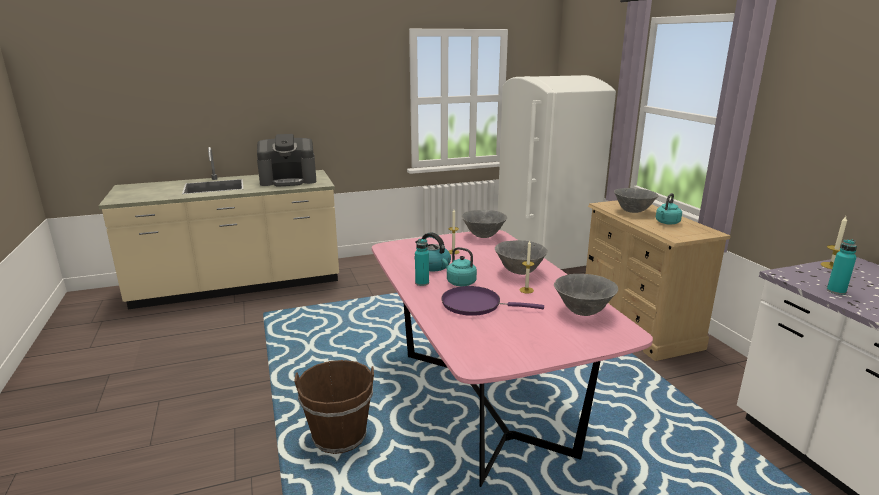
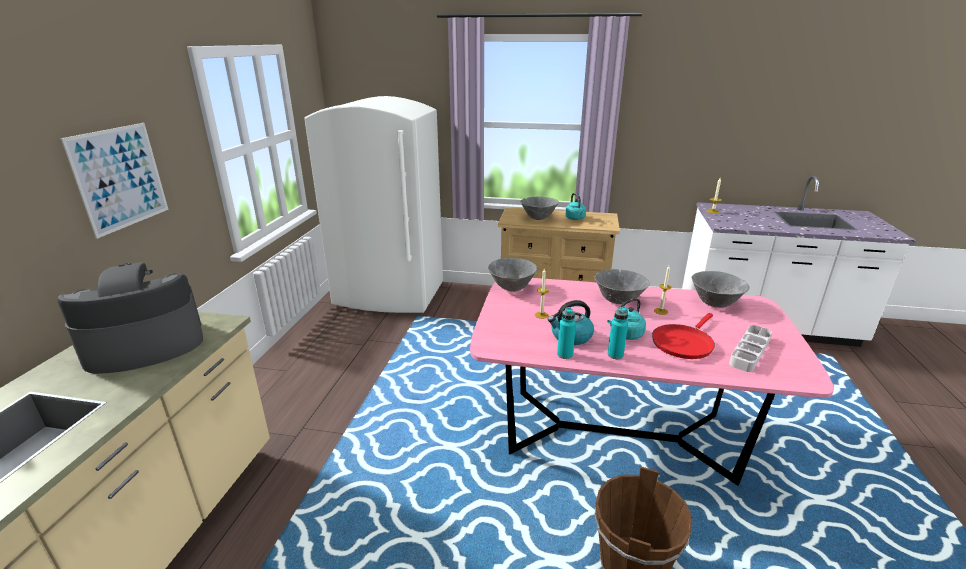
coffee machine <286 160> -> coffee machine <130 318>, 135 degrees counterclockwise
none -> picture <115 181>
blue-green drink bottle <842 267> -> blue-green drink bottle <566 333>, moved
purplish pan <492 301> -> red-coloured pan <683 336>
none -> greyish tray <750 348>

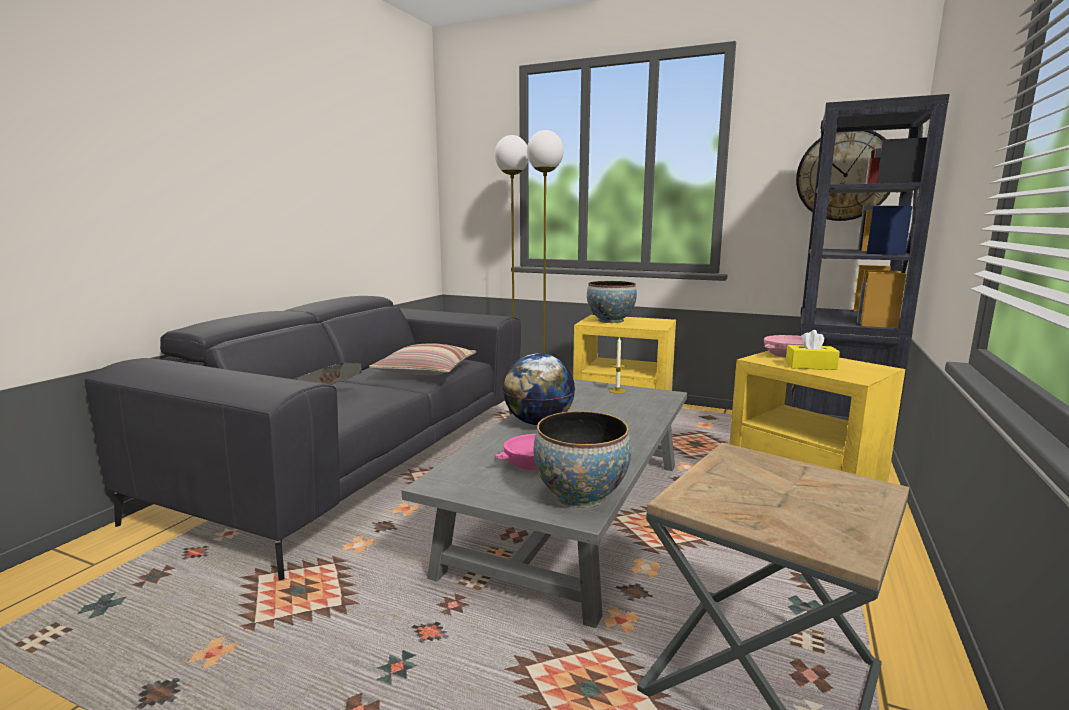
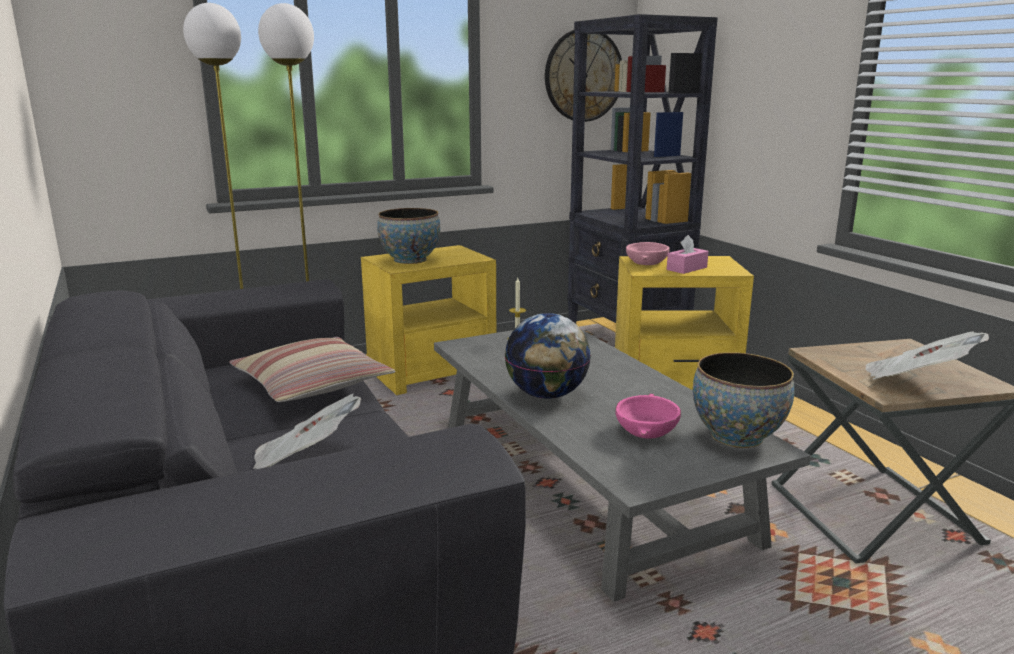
yellow-coloured tissue holder <812 350> -> pink-coloured tissue holder <688 254>
none -> daily paper <927 355>

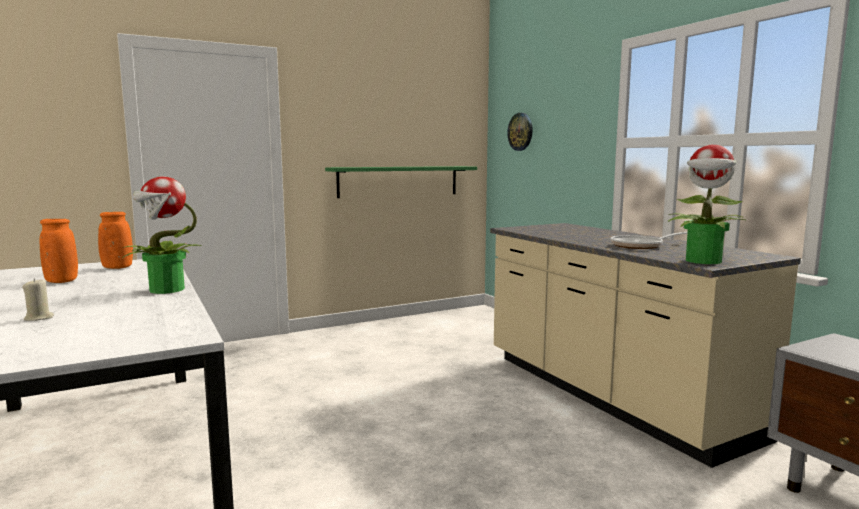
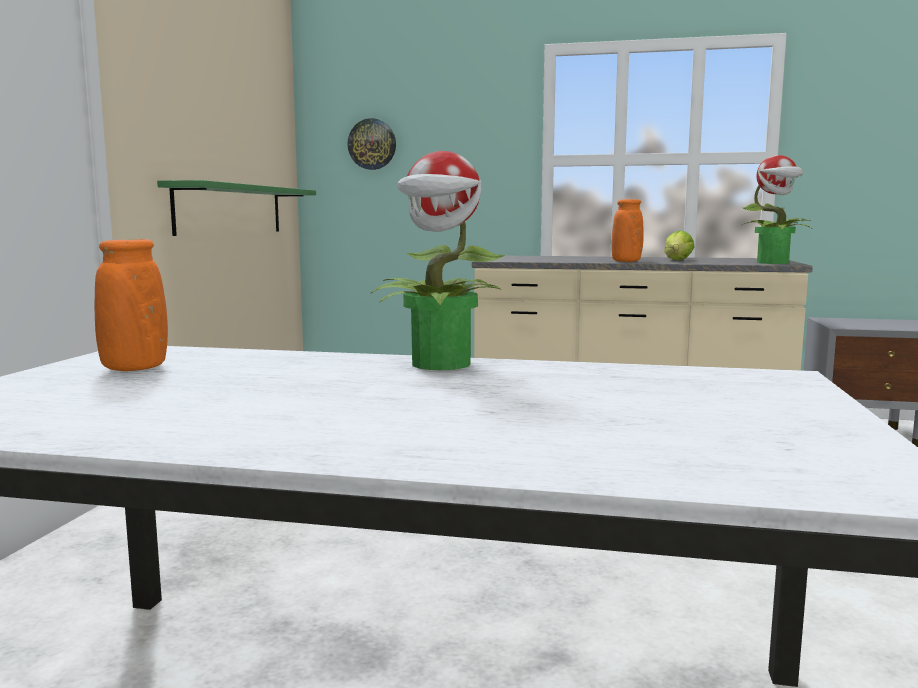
orange decorative vase <59 251> -> orange decorative vase <627 230>, moved
pan <649 240> -> lettuce <679 245>
beige-coloured candle <38 299> -> none

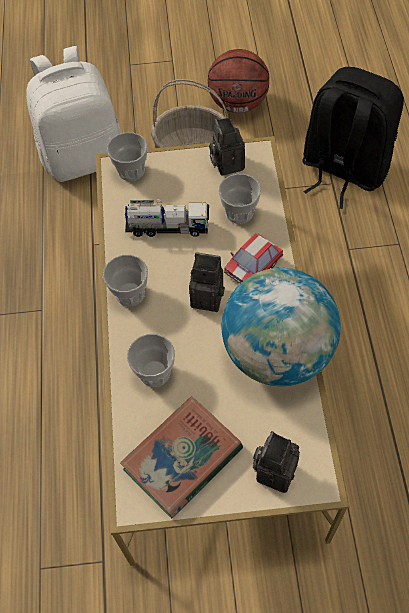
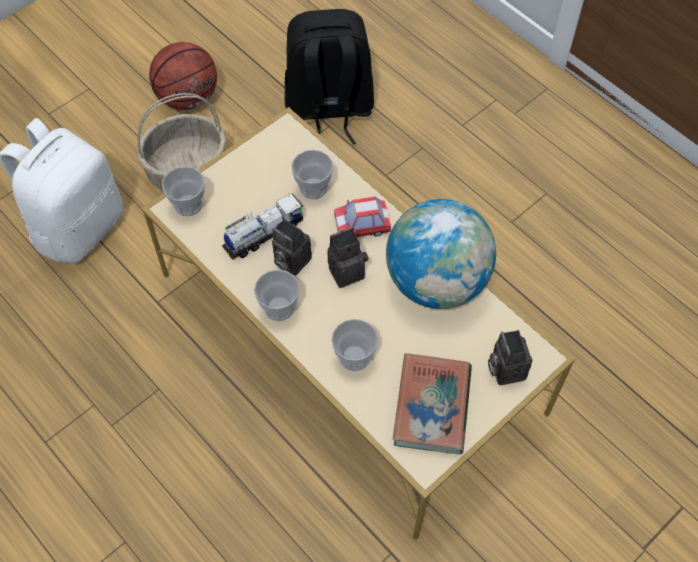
still camera <227 146> -> still camera <292 247>, moved
model car <253 258> -> model car <362 217>, 75 degrees clockwise

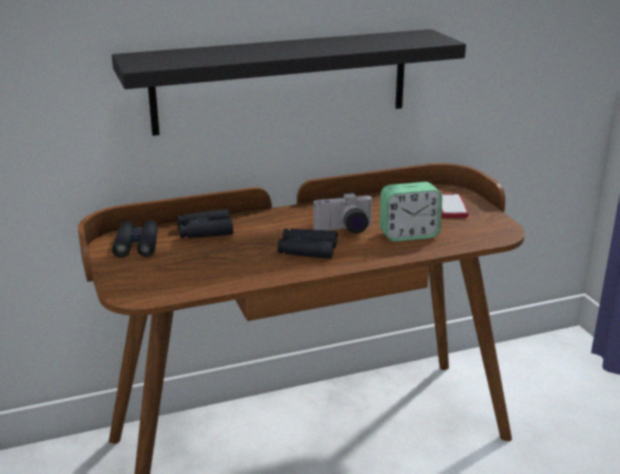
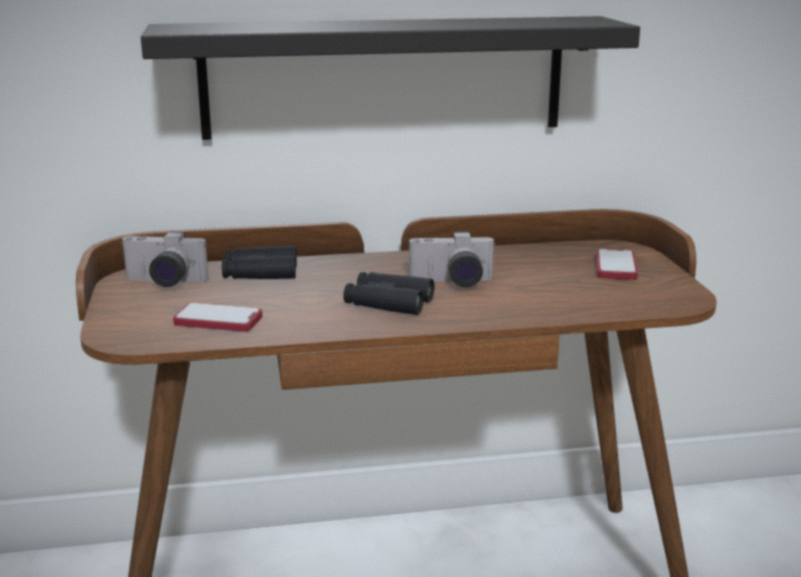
blackish field glasses <135 239> -> still camera <164 259>
none -> telephone <217 317>
alarm clock <411 212> -> none

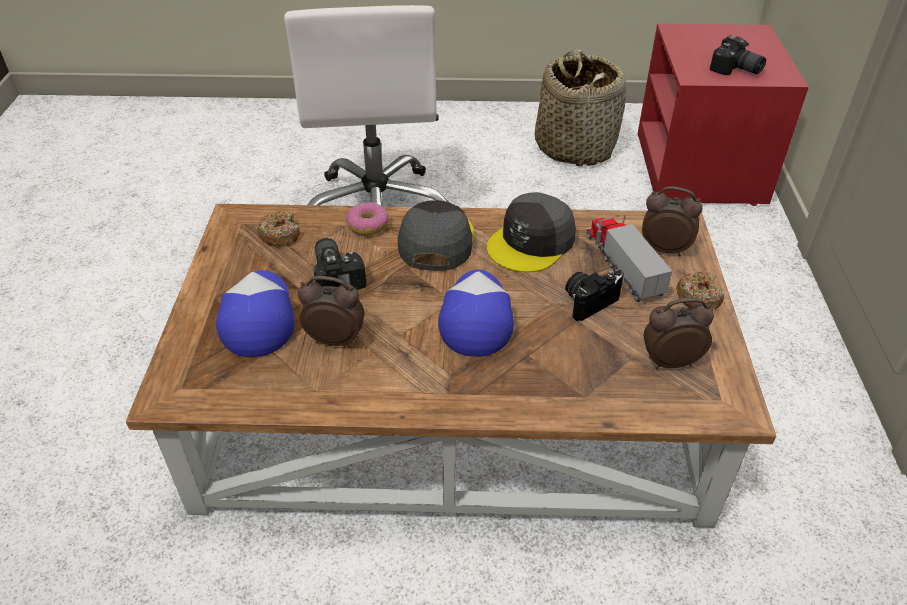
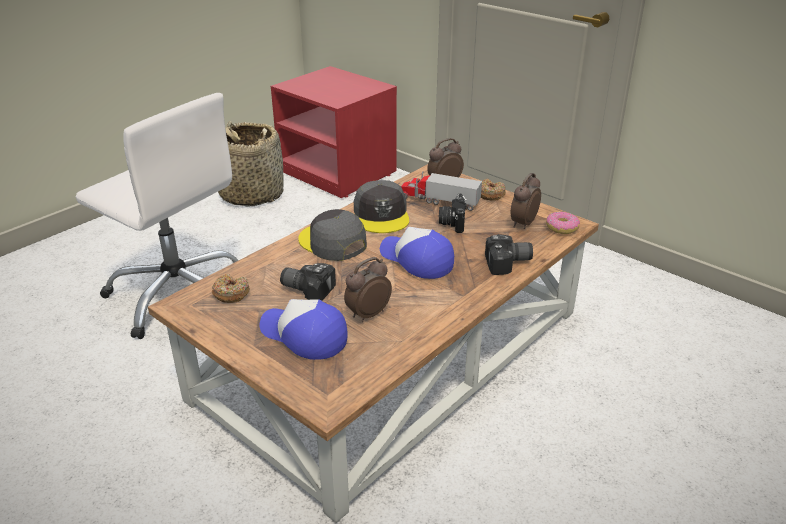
still camera <738 55> -> still camera <509 254>, moved
donut <367 218> -> donut <563 223>, moved

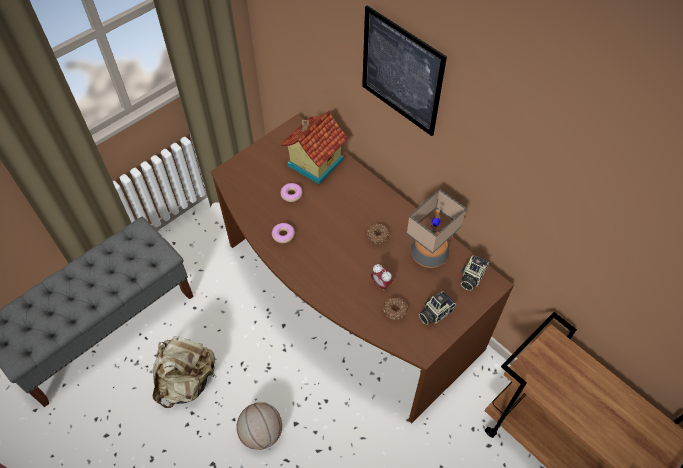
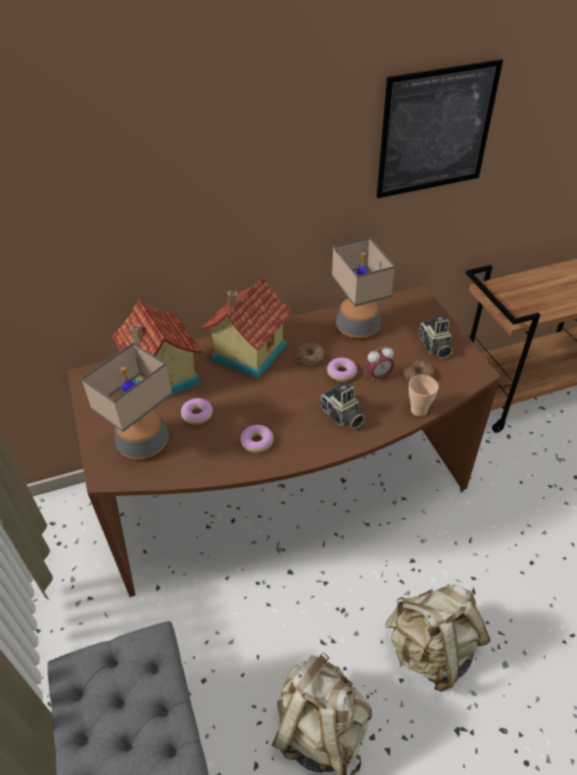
none -> tabletop lamp <126 401>
none -> miniature house <247 328>
still camera <475 273> -> still camera <342 405>, moved
none -> donut <342 370>
picture <404 70> -> picture <439 128>, moved
basketball <259 426> -> beige-coloured knapsack <437 638>
none -> small cup <424 395>

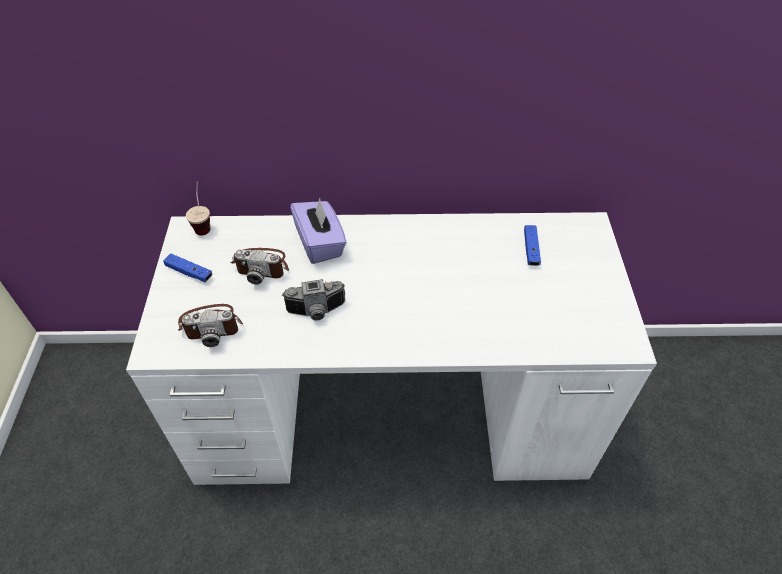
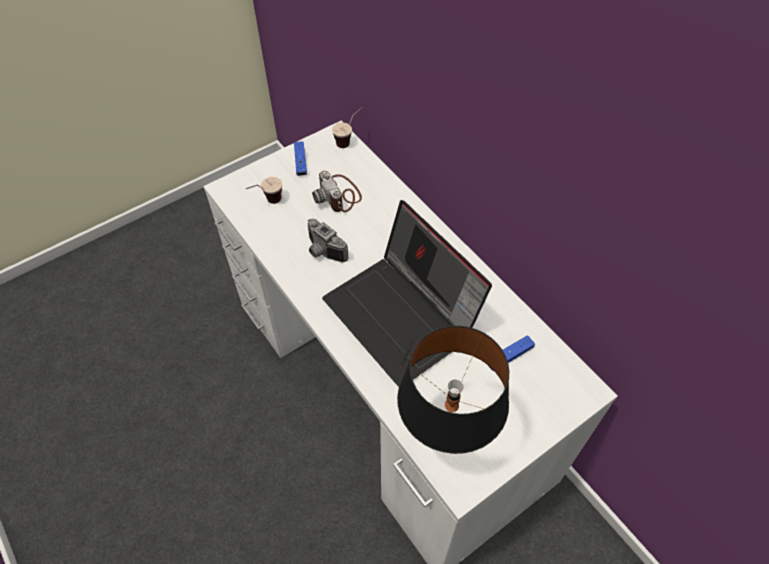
still camera <210 325> -> small cup <264 190>
none -> laptop <407 293>
none -> blackish tabletop lamp <453 390>
purplish tissue holder <318 231> -> none

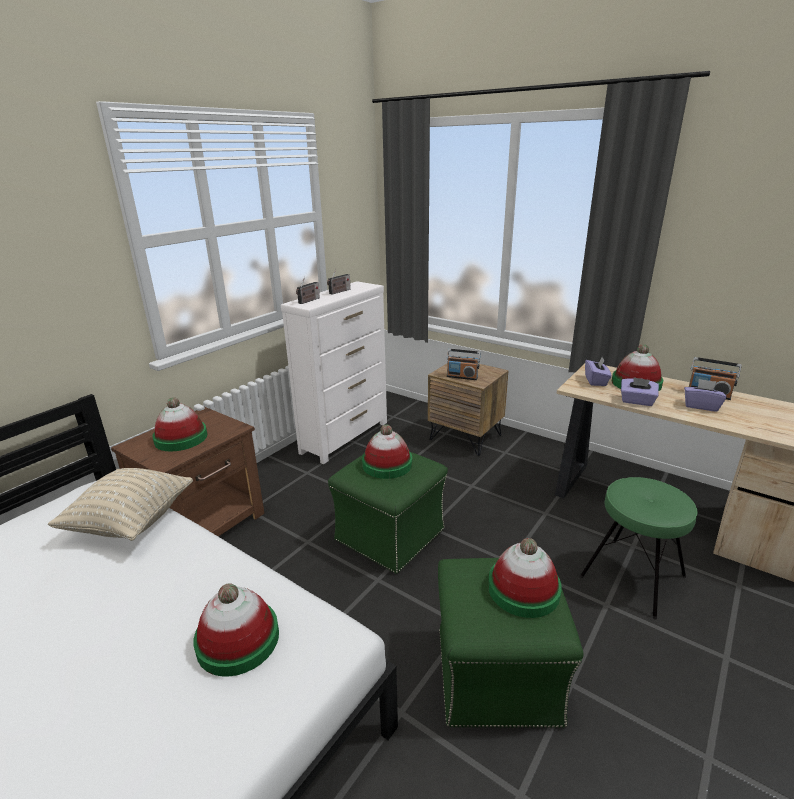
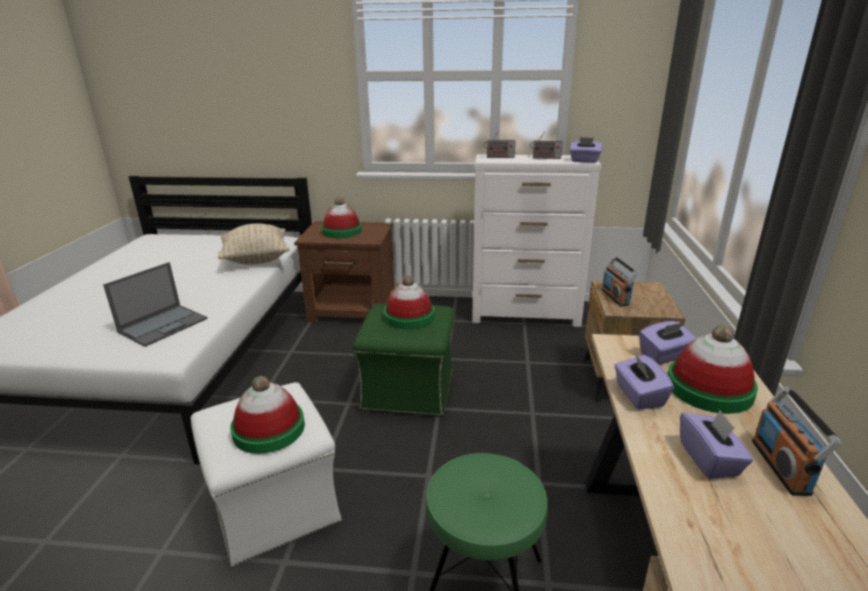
clothing hat <236 630> -> laptop <155 304>
green-coloured footrest <511 643> -> white footrest <266 474>
none -> purplish tissue holder <586 150>

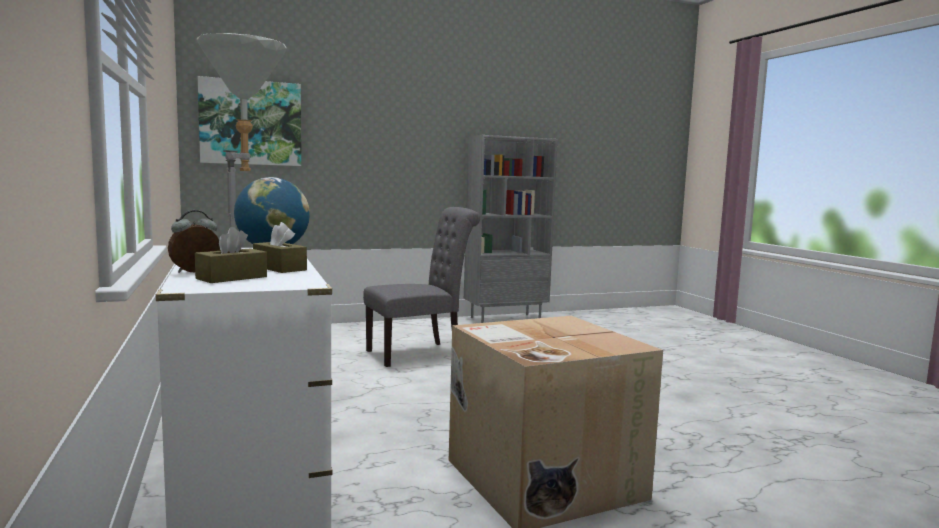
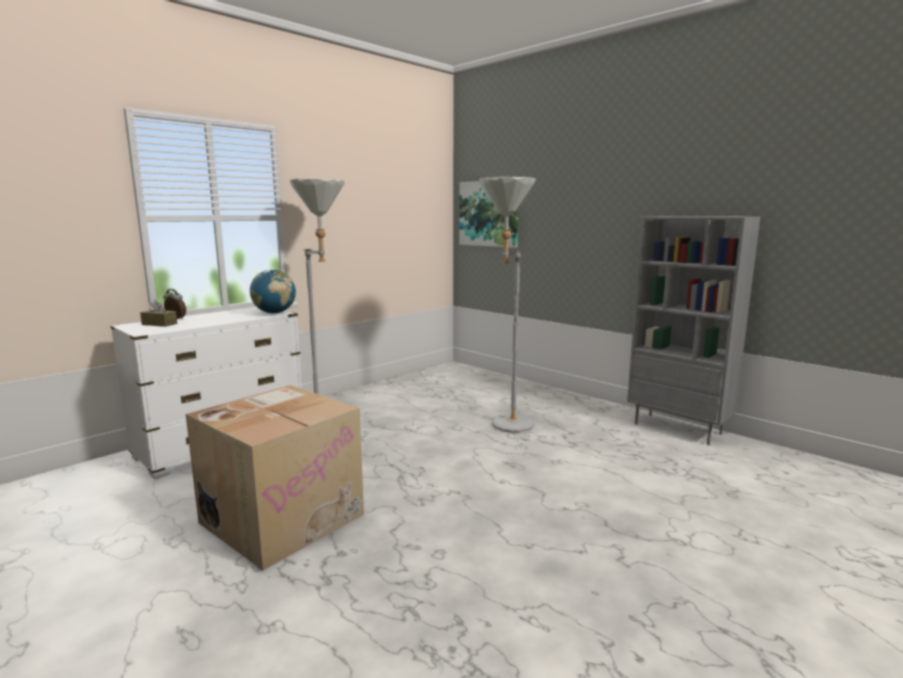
greyish chair <421 287> -> greyish floor lamp <507 305>
brown-coloured tissue holder <280 247> -> none

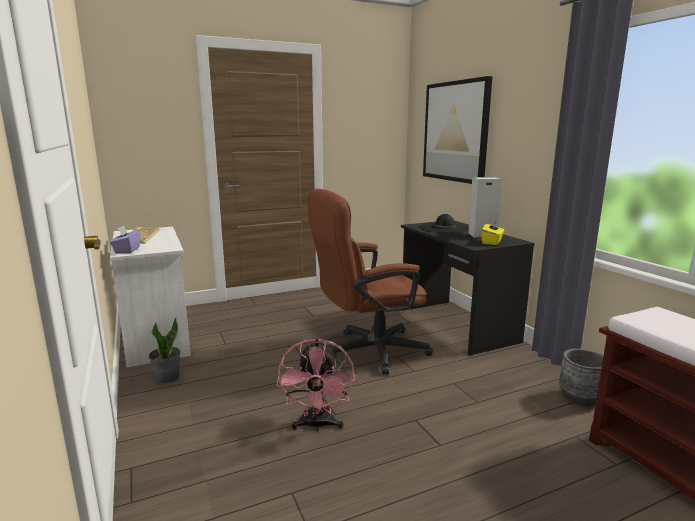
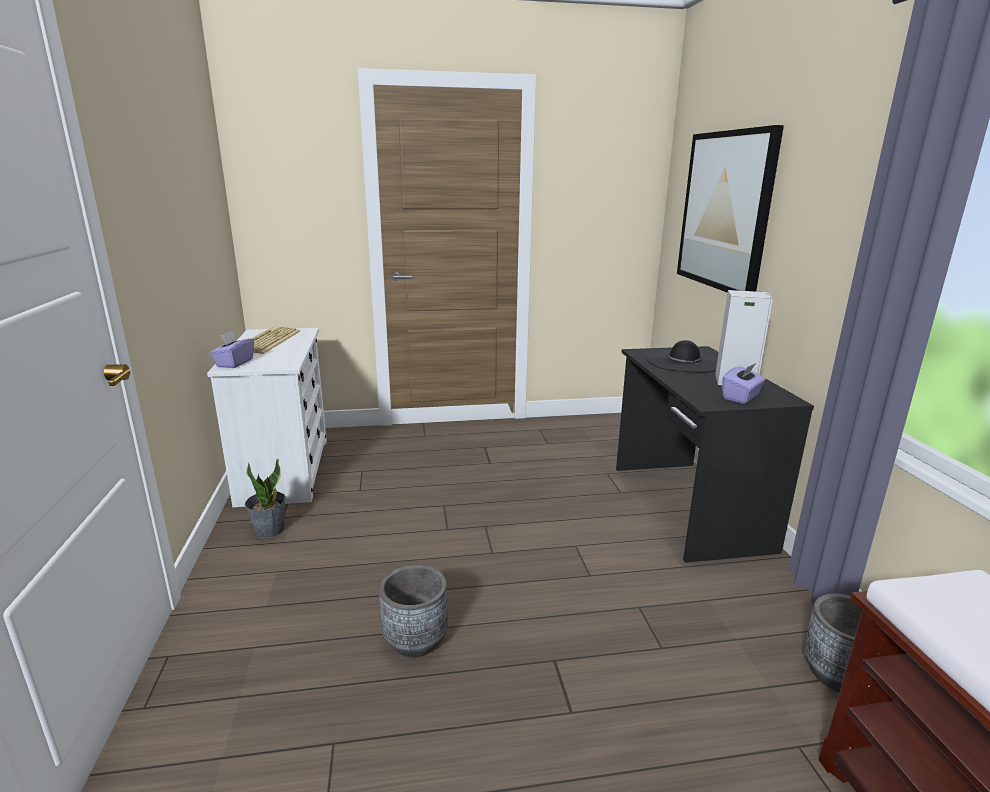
pink-coloured fan <316 384> -> greyish plant pot <413 611>
yellow-coloured tissue holder <492 232> -> purplish tissue holder <744 383>
brown-coloured computer chair <370 282> -> none

